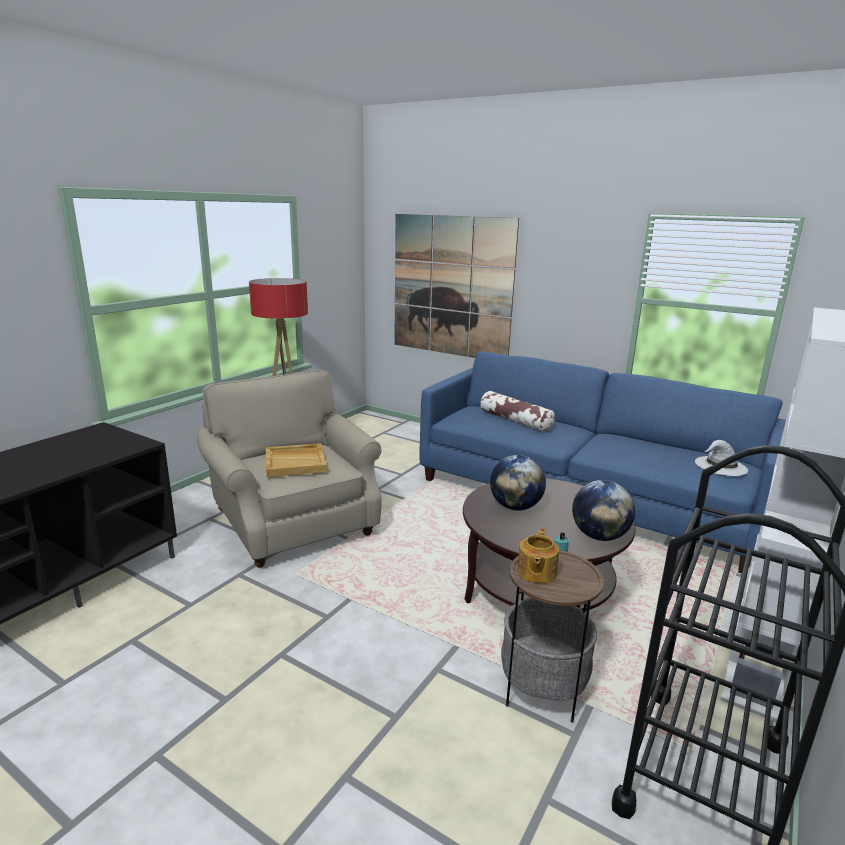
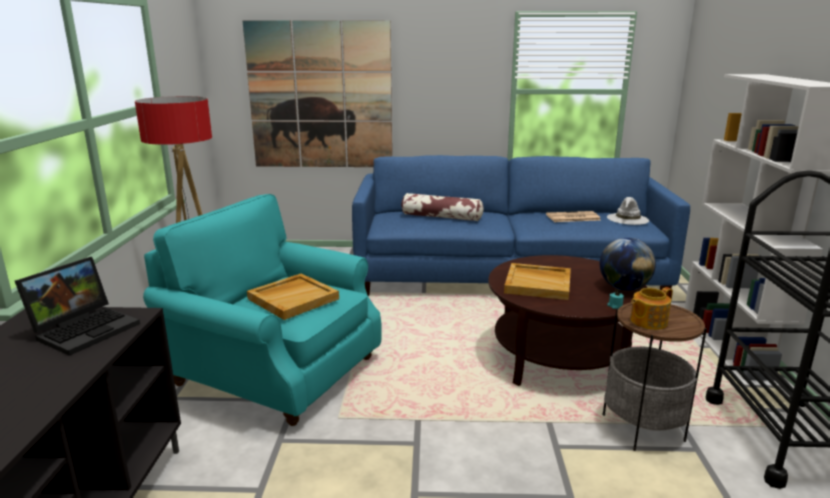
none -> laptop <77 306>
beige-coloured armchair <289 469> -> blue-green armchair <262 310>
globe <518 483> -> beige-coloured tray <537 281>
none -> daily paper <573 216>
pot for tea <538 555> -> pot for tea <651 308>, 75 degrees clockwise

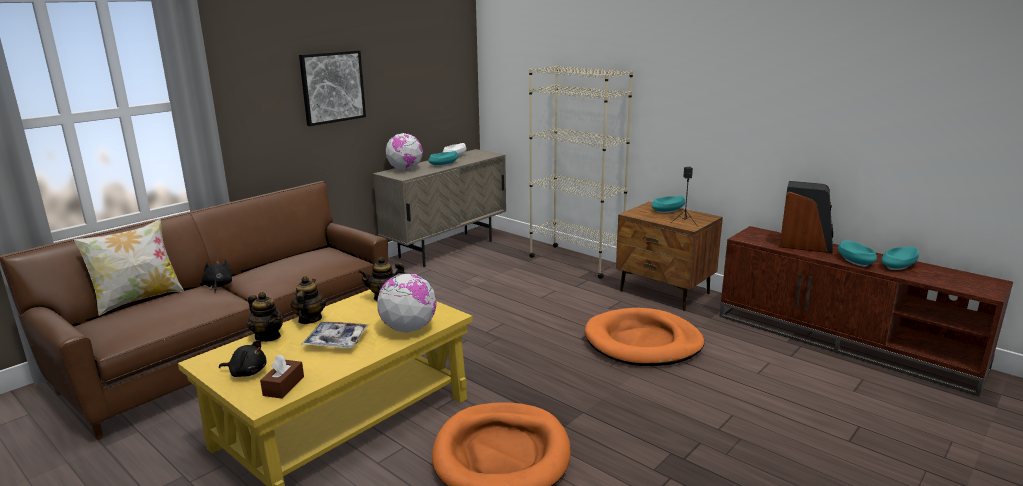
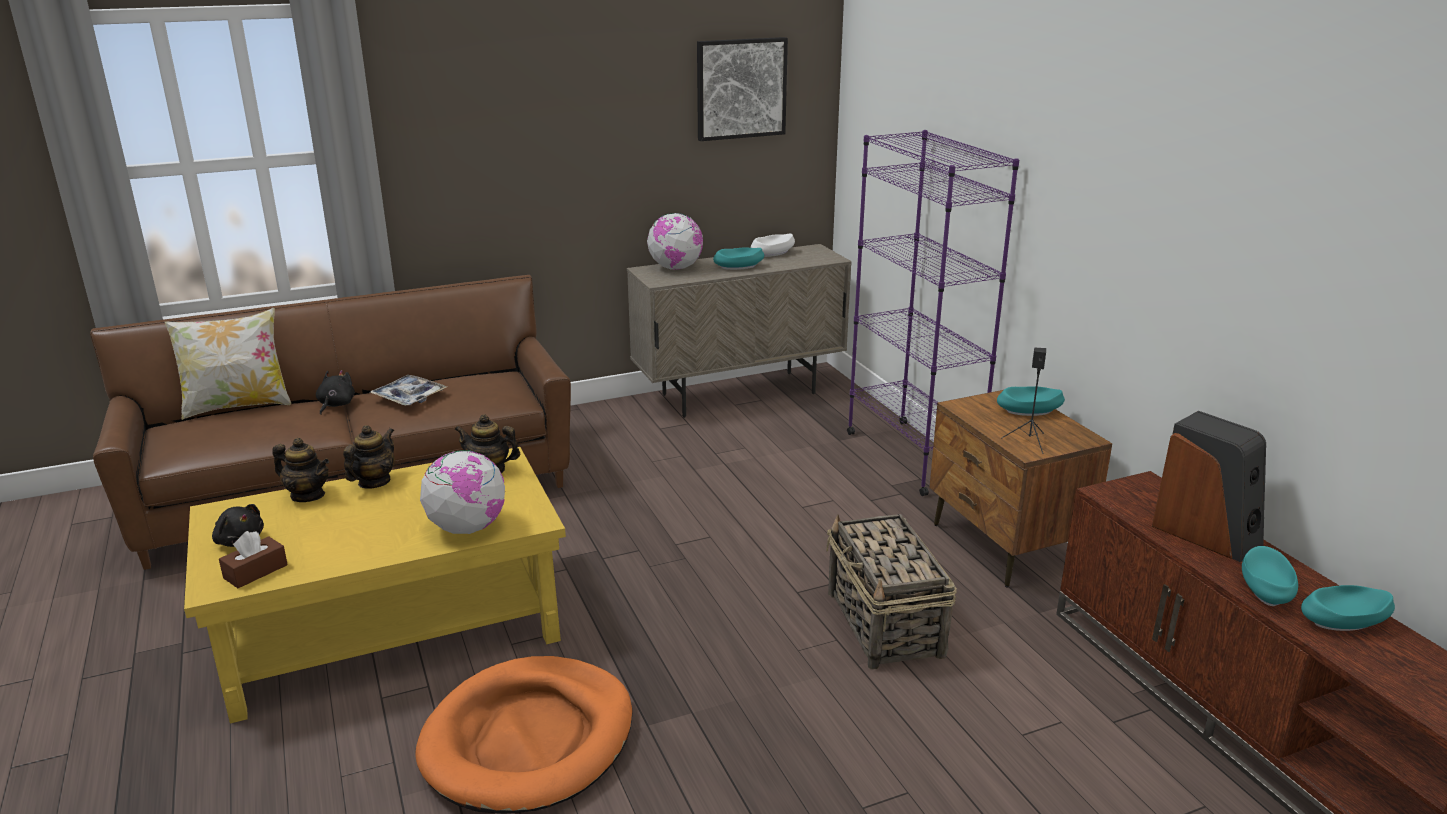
pot for tea <265 317> -> pot for tea <300 470>, 45 degrees counterclockwise
tray <335 335> -> tray <408 390>, moved
picture <332 88> -> picture <742 89>, moved
orange dog cushion <644 337> -> basket <891 591>
beige-coloured shelving unit <581 172> -> purplish shelving unit <933 313>

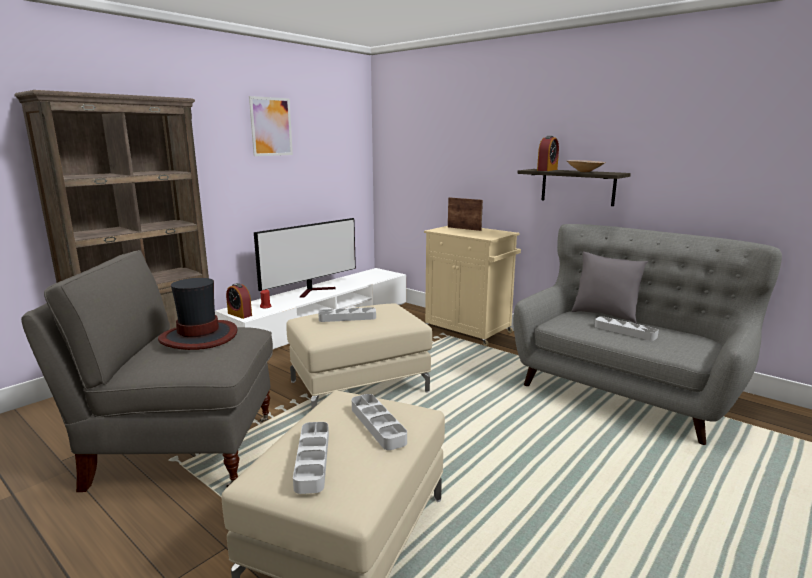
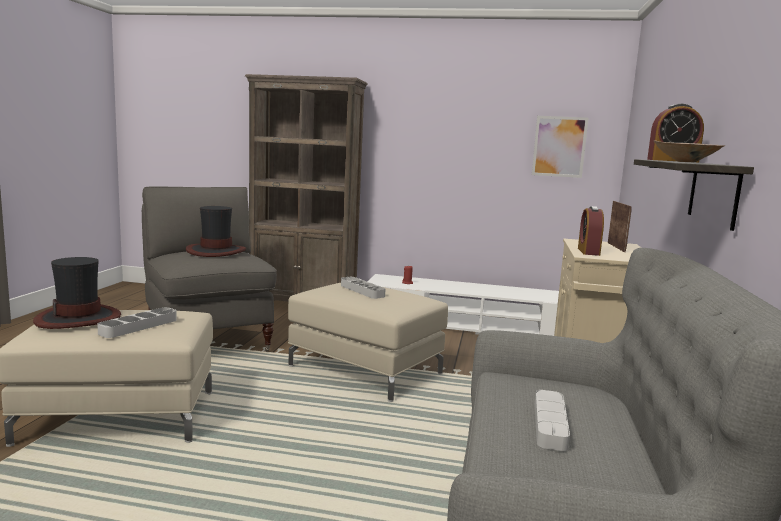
greyish tray <311 458> -> clothing hat <77 293>
picture <271 126> -> picture <560 147>, moved
alarm clock <239 301> -> alarm clock <591 231>, moved
television <305 258> -> none
greyish pillow <610 287> -> none

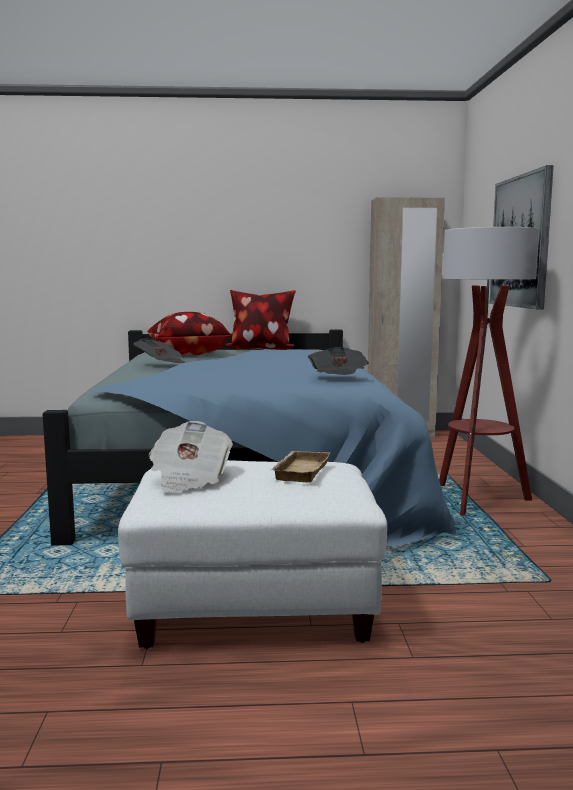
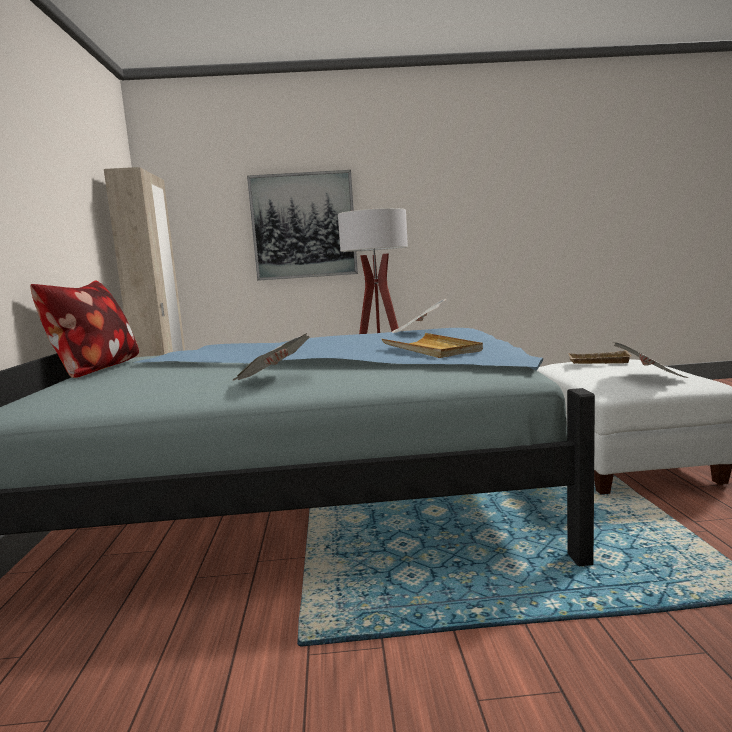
none -> beige-coloured tray <432 345>
pillow <189 334> -> none

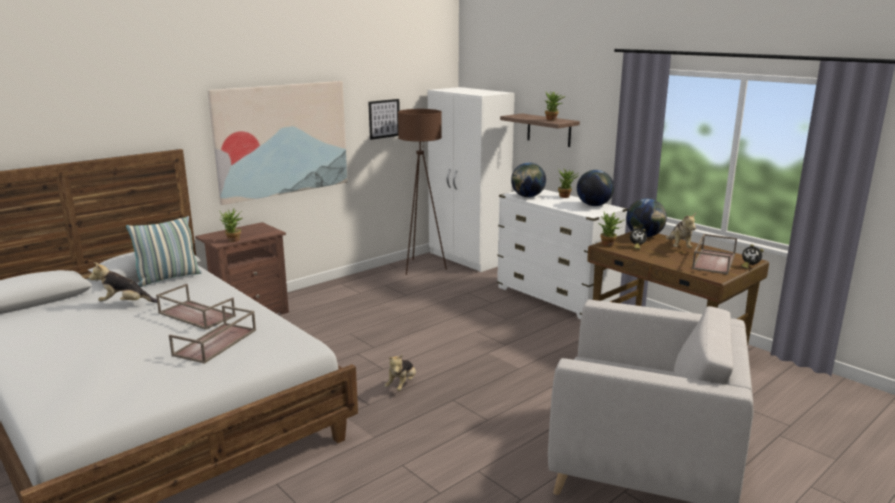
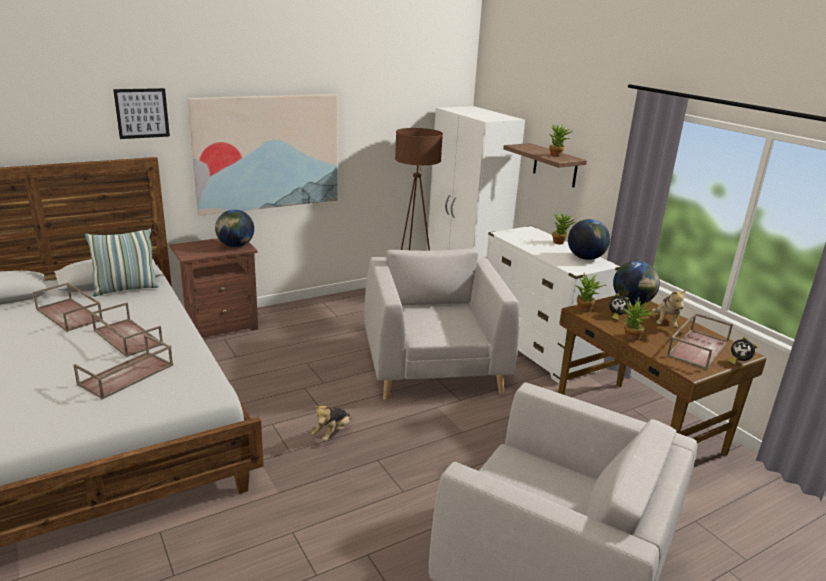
plush toy <123 282> -> brown-coloured tray <68 307>
picture <384 119> -> picture <141 113>, moved
globe <528 179> -> globe <234 228>, moved
none -> greyish armchair <441 324>
plant in a pot <231 225> -> plant in a pot <638 319>, moved

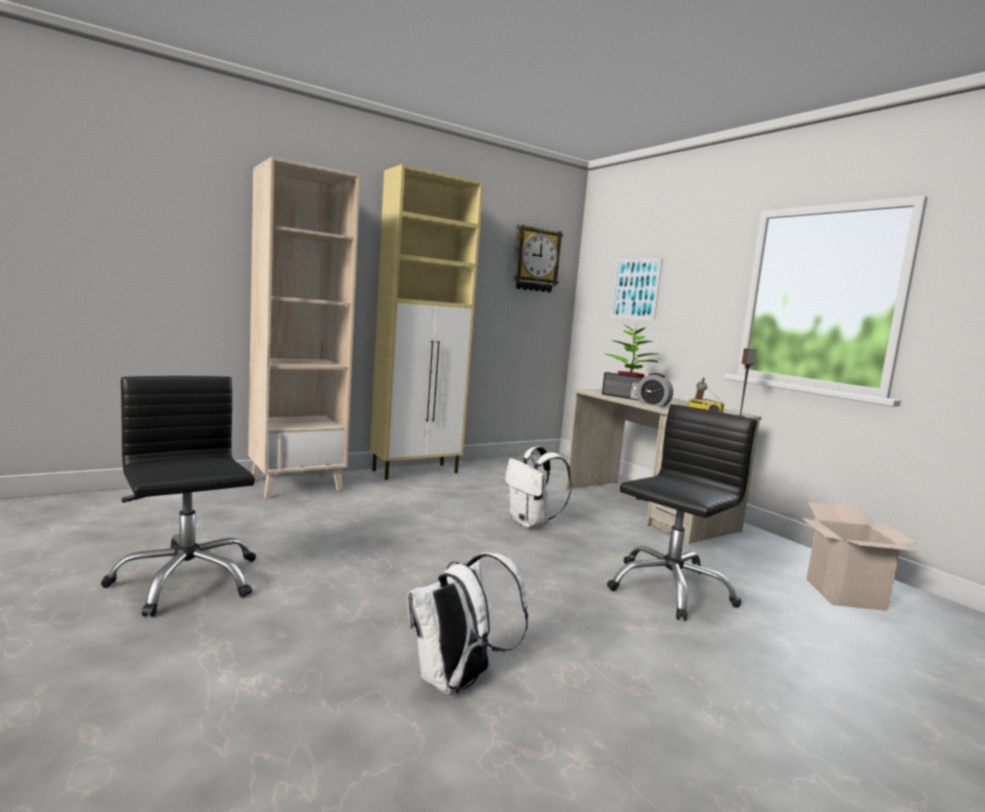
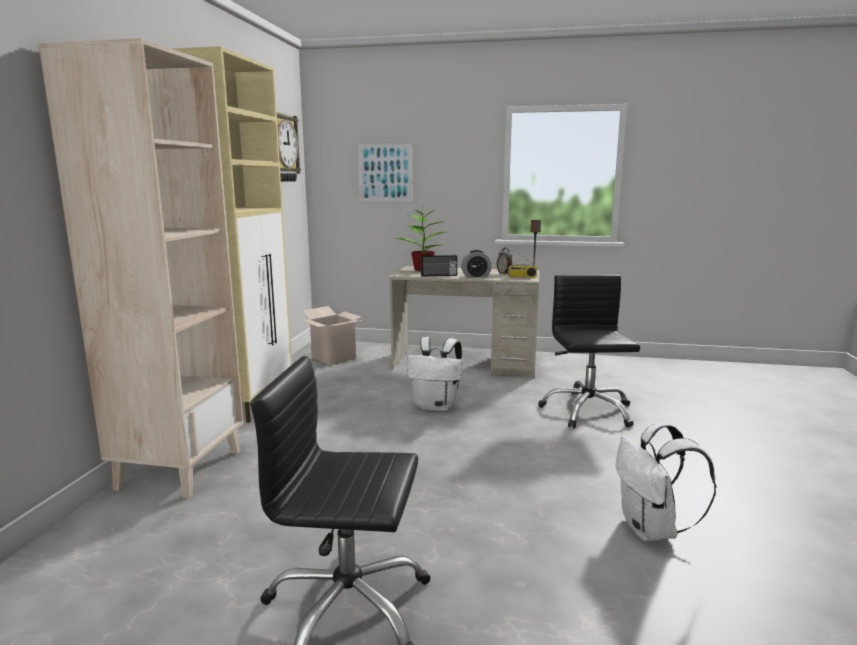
cardboard box <860 556> -> cardboard box <332 335>, moved

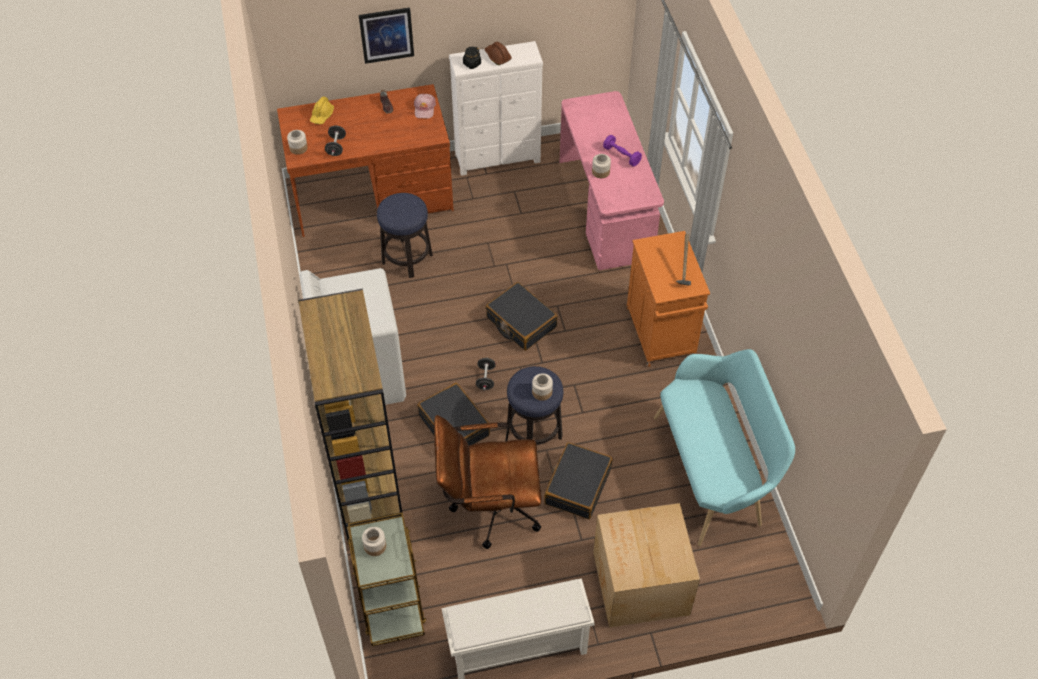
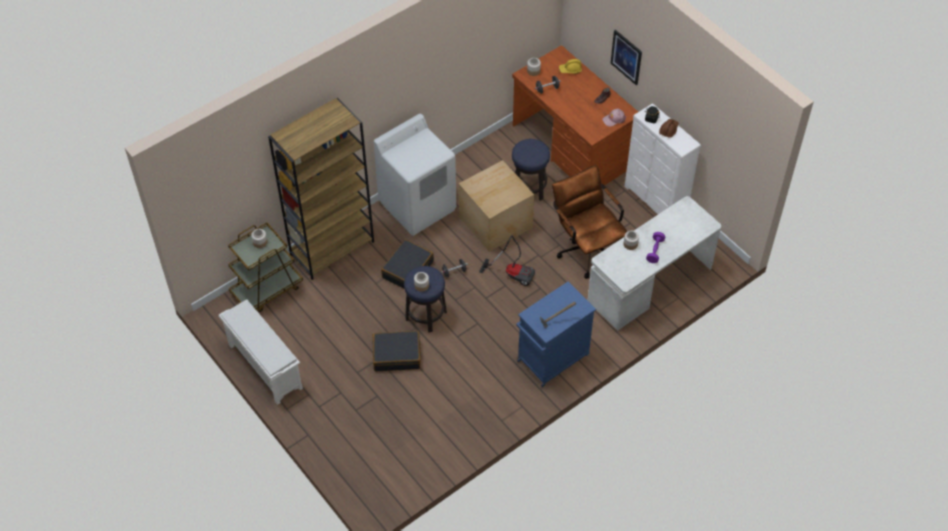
cardboard box <646 565> -> cardboard box <496 206>, moved
blackish travel case <522 316> -> vacuum <507 260>
orange cabinet <668 299> -> bluish cabinet <556 334>
brown-coloured computer chair <487 482> -> brown-coloured computer chair <589 222>, moved
pink-coloured desk table <612 180> -> white desk table <654 263>
blue-green bench <724 447> -> none

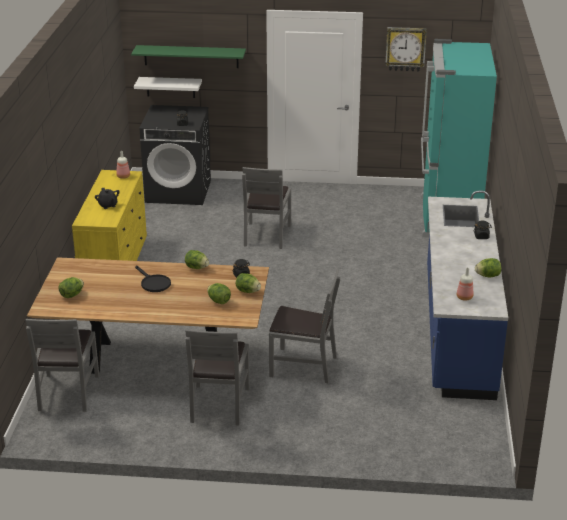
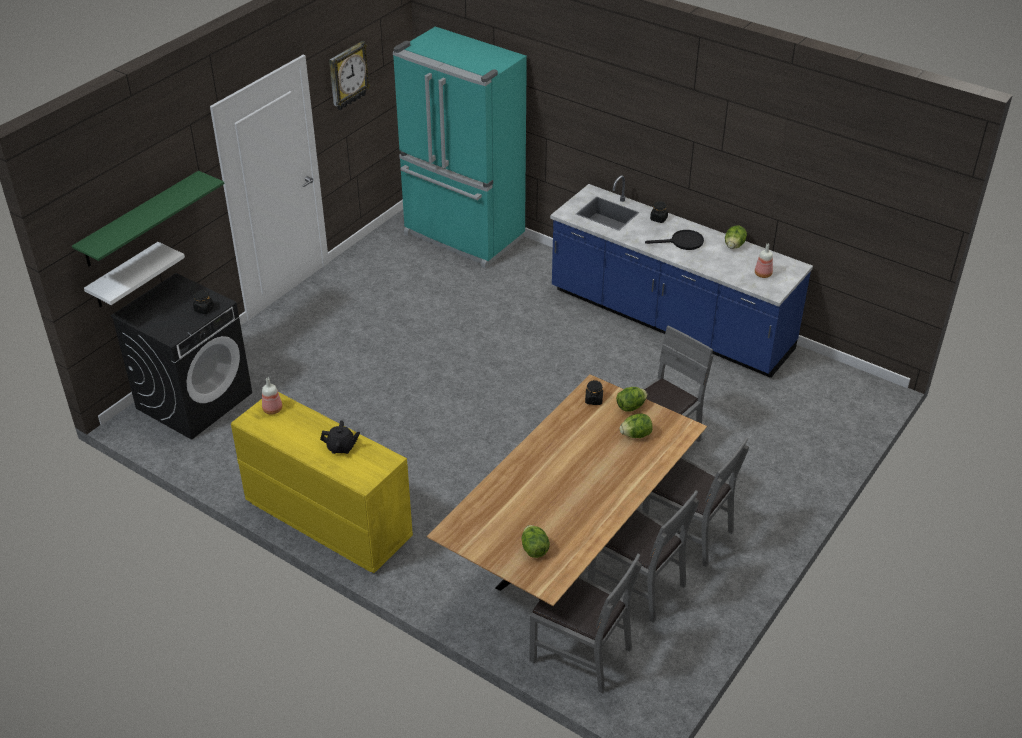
greyish chair <266 208> -> greyish chair <643 556>, moved
blackish pan <153 279> -> blackish pan <674 240>, moved
lettuce <197 259> -> none

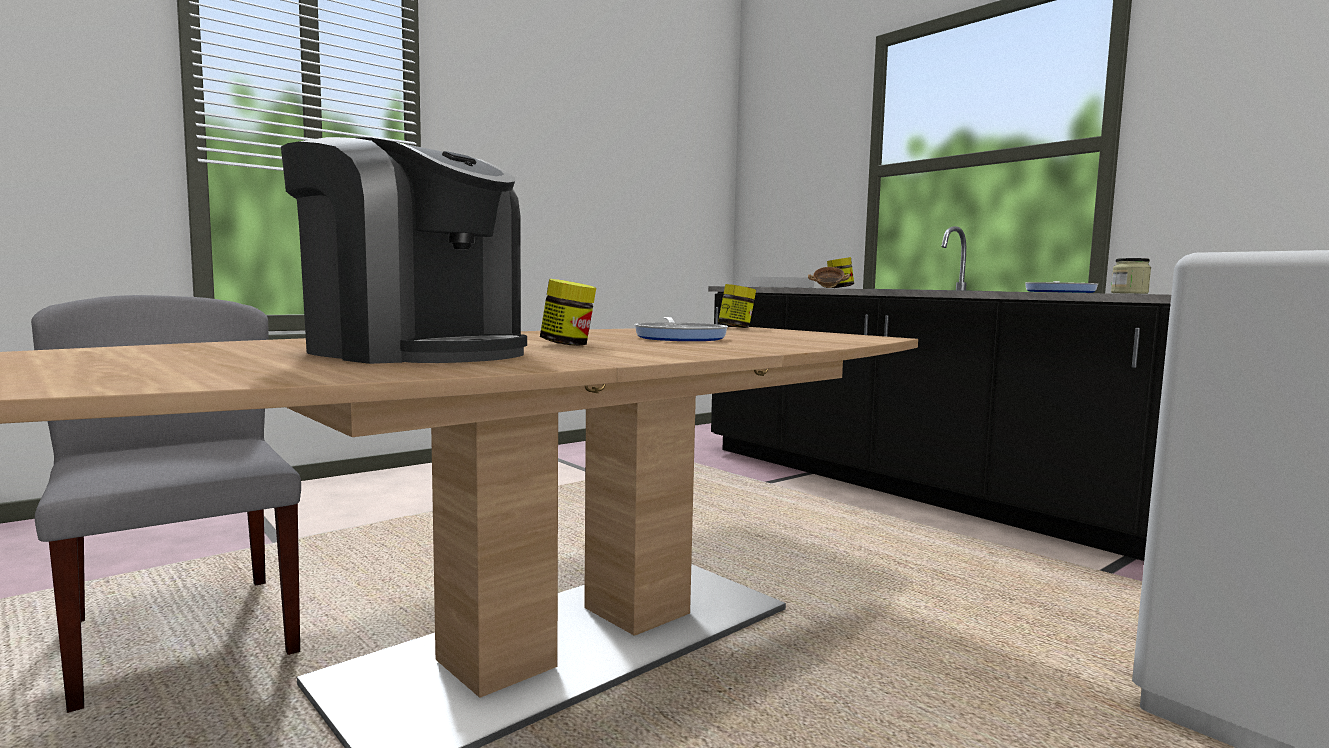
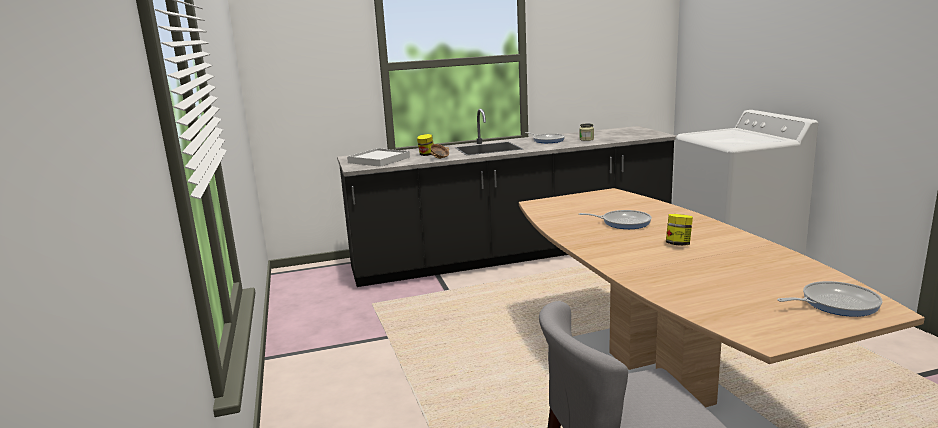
none -> pan <829 299>
coffee machine <404 250> -> none
jar <737 306> -> none

